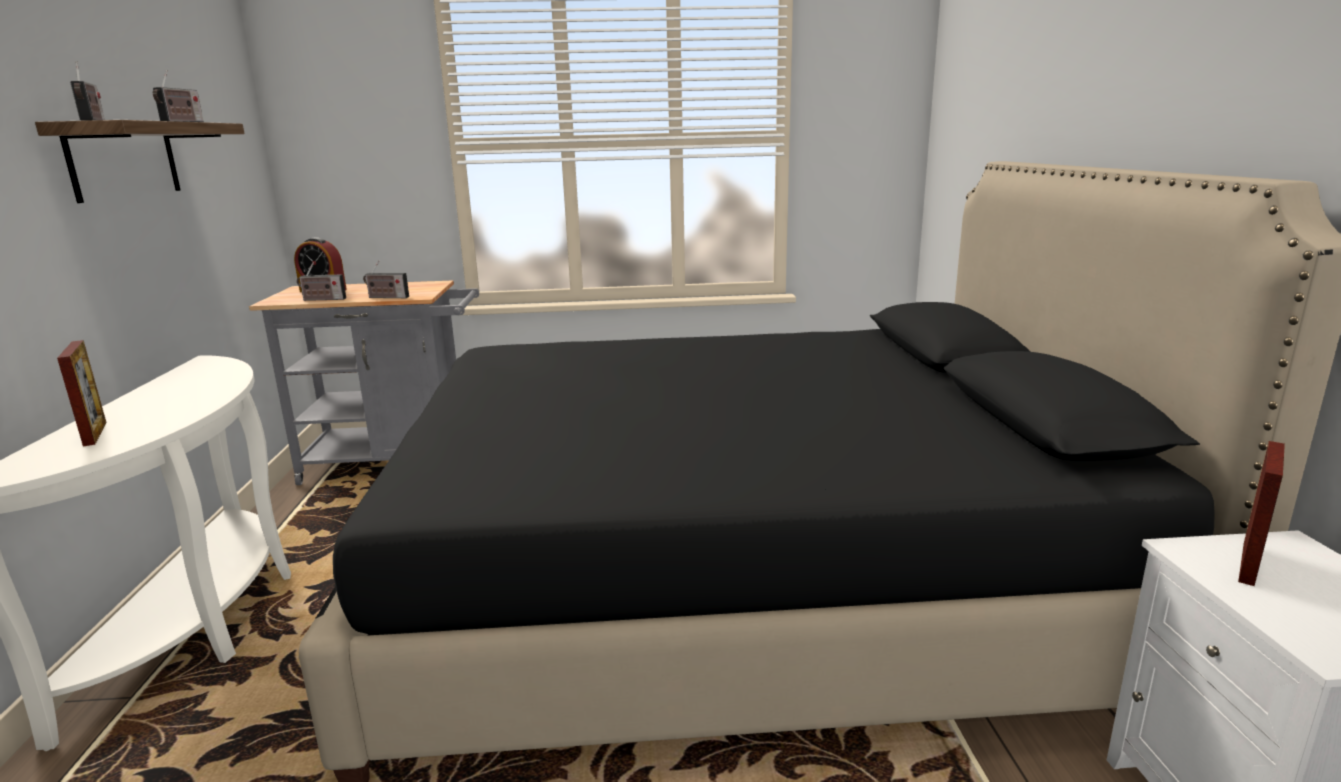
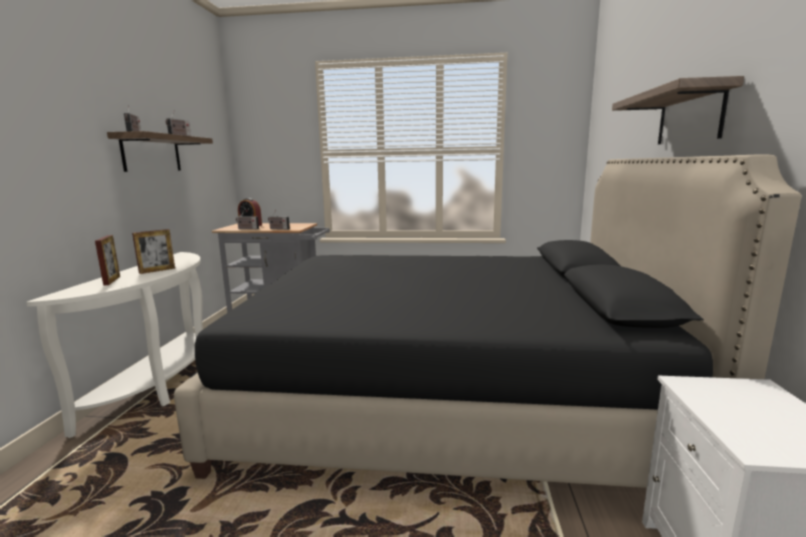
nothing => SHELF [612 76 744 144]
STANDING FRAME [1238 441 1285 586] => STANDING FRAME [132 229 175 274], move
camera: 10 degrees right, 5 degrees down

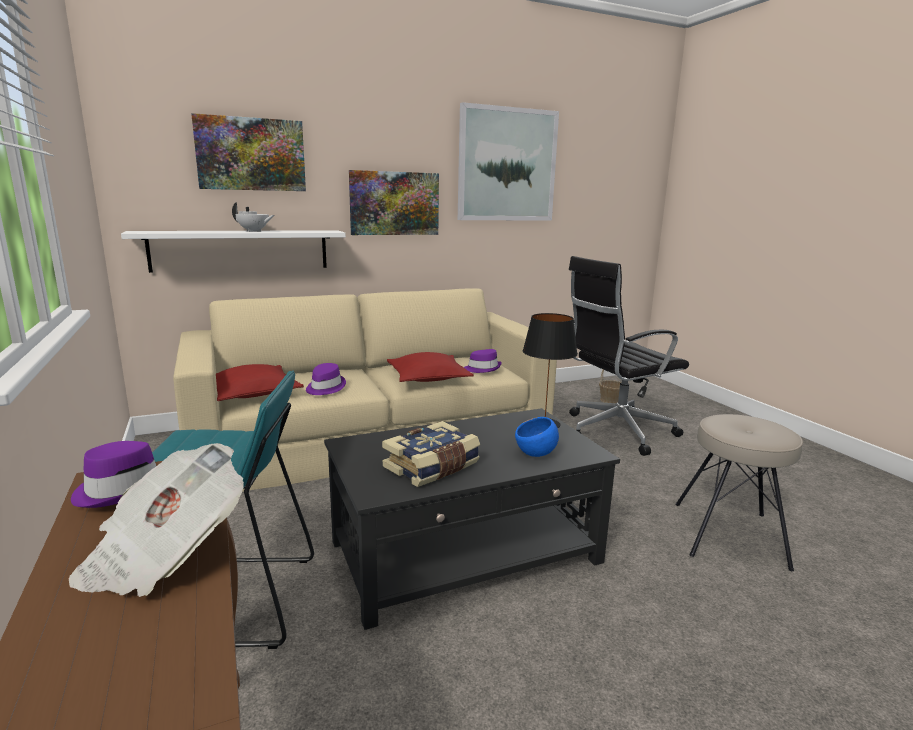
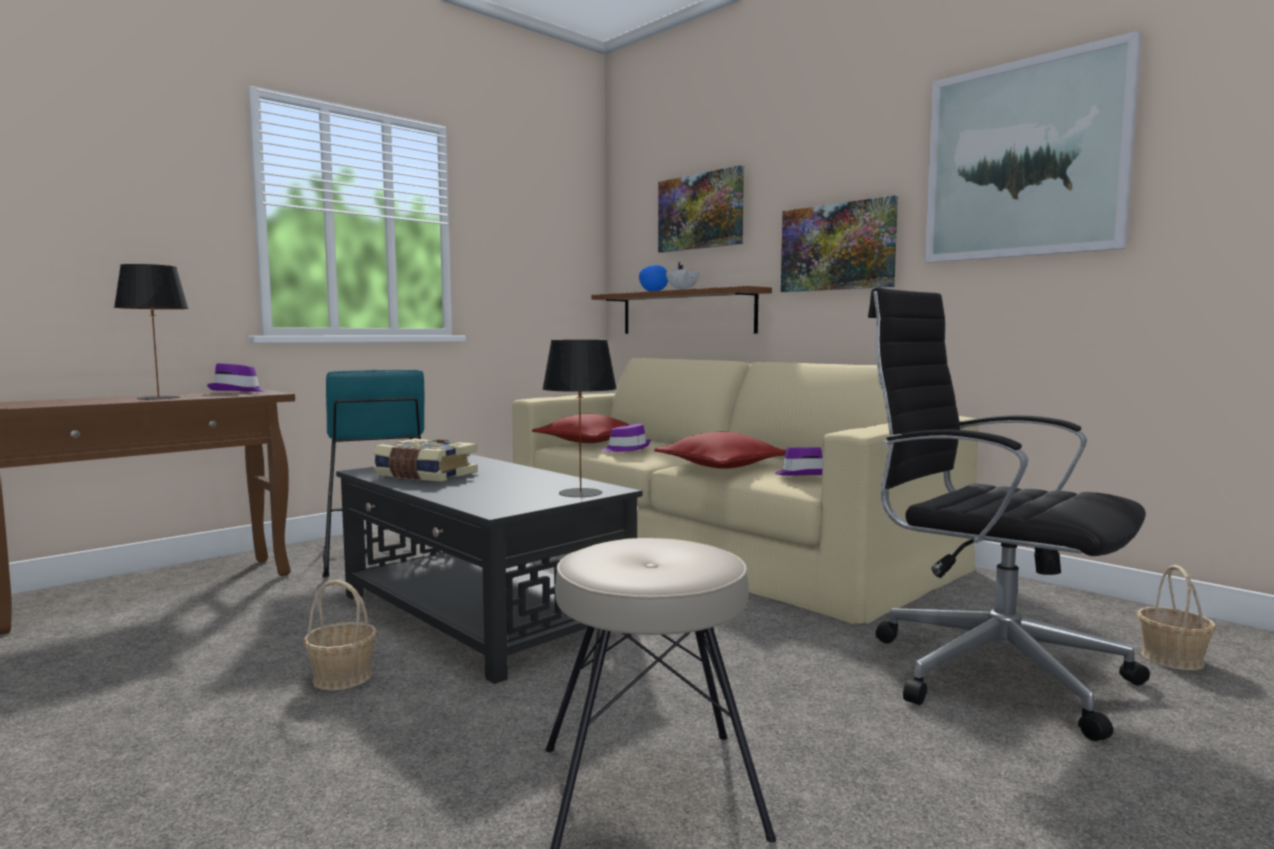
nothing => BASKET [303 580 377 690]
BLUE-COLOURED DEEP DISH [515 417 559 457] => BLUE-COLOURED DEEP DISH [639 265 668 291], move
DAILY PAPER [69 443 244 597] => BLACK LAMP FOR A TABLE [114 264 189 400]
WHITISH SHELF [121 230 346 273] => BROWN SHELF [591 286 772 334]
camera: 70 degrees right, 10 degrees down

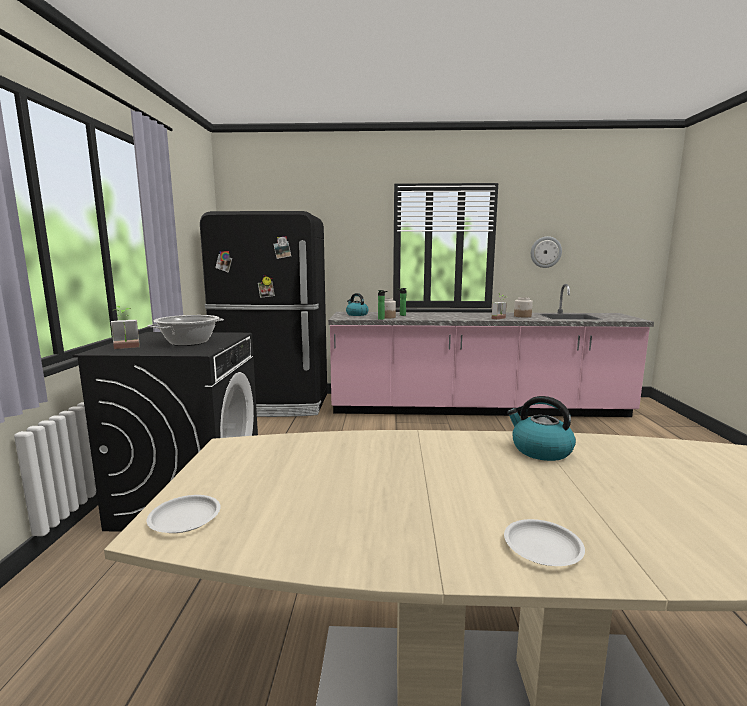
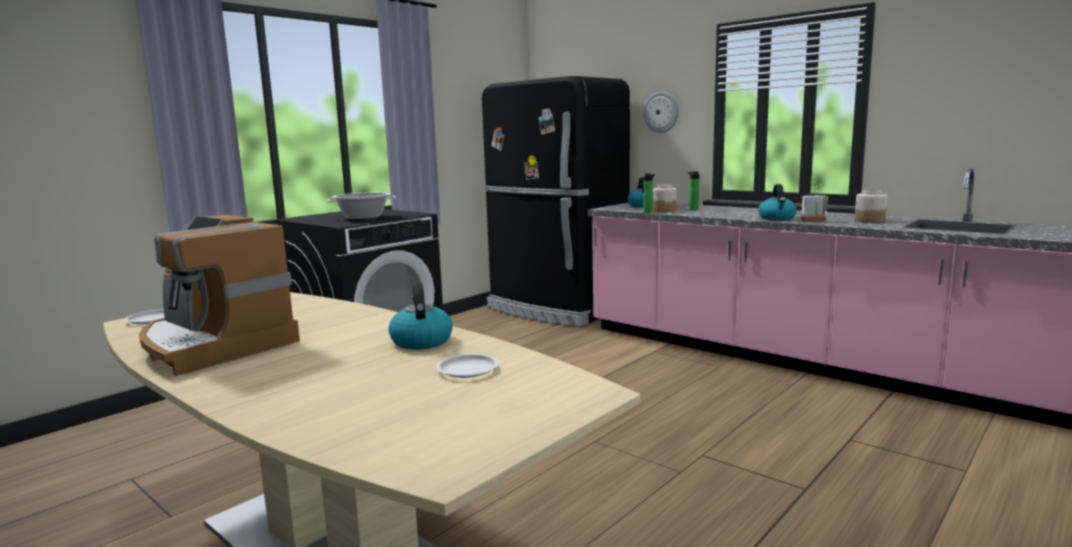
HOUSEPLANT [111 306 140 349] => nothing
nothing => COFFEE MAKER [139 215 300 376]
nothing => TEA KETTLE [758 184 797 220]
WHITISH DINNER PLATE [504 519 585 566] => WHITISH DINNER PLATE [436 354 499 378], move
CLOCK ON THE WALL [531 236 562 268] => CLOCK ON THE WALL [643 91 679 133], move
camera: 40 degrees right, 0 degrees up

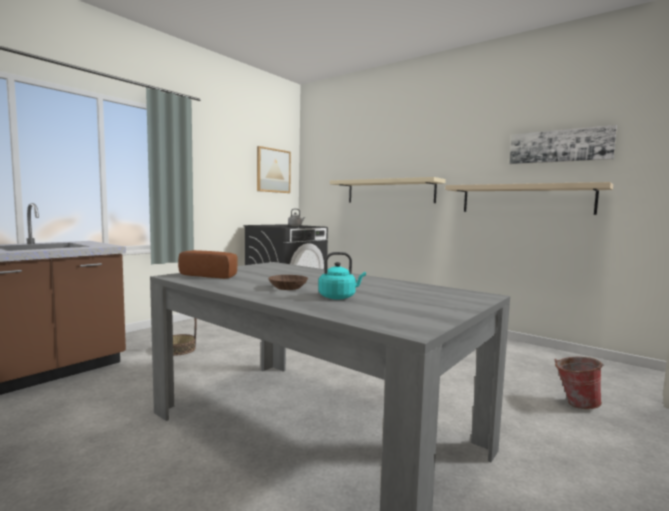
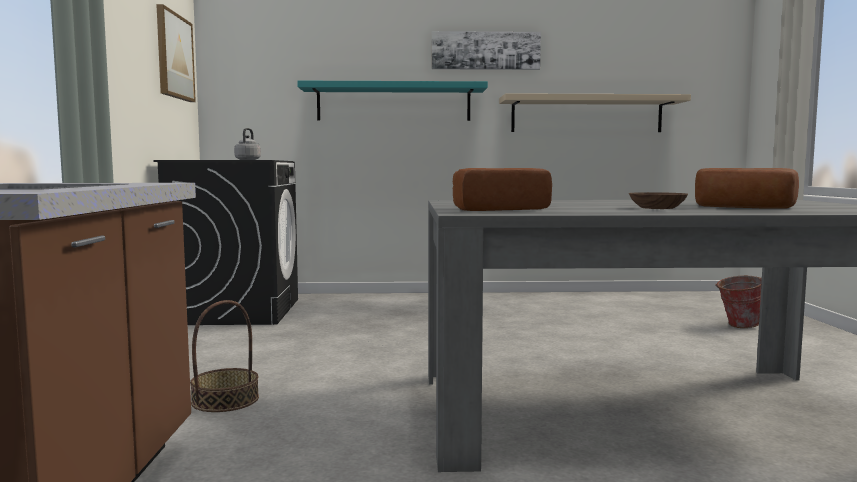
PICTURE [509 125 617 164] => PICTURE [432 31 541 70], move
TURQUOISE-COLOURED TEA KETTLE [318 252 366 300] => BAKERY BREAD [695 168 799 208]
BEIGE SHELF [330 177 446 203] => TURQUOISE-COLOURED SHELF [297 81 488 121]
camera: 40 degrees left, 0 degrees up

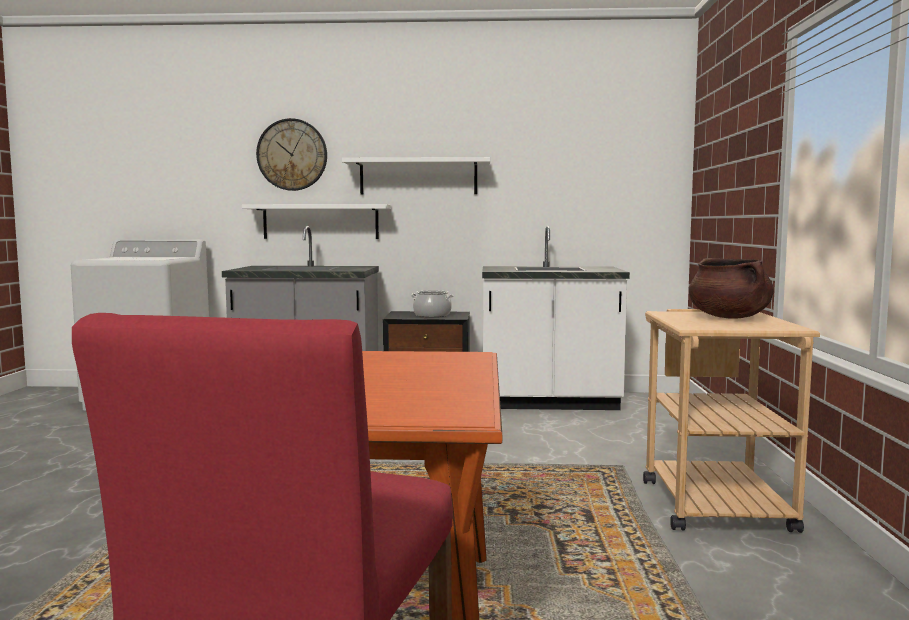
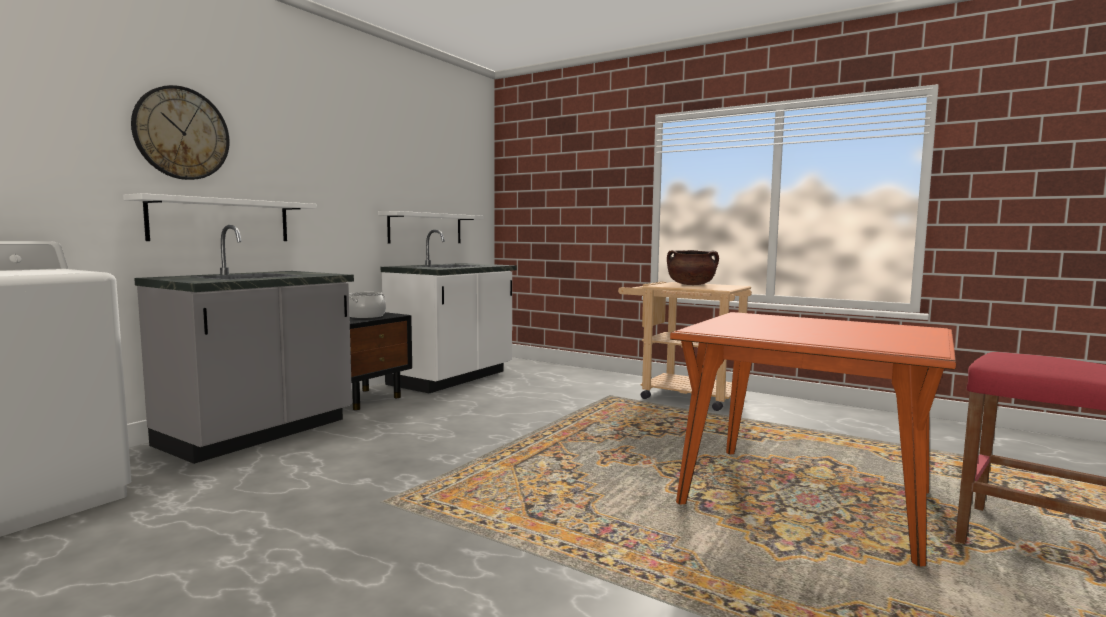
WHITISH SHELF [342 157 490 195] => WHITISH SHELF [378 211 484 243], move
camera: 60 degrees left, 0 degrees up

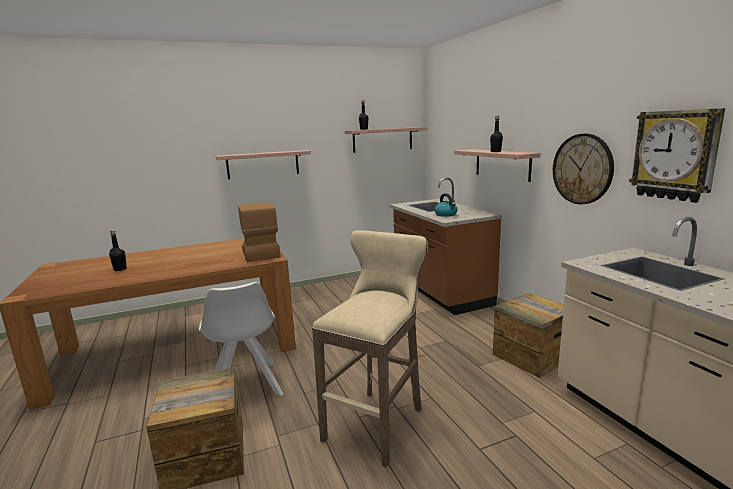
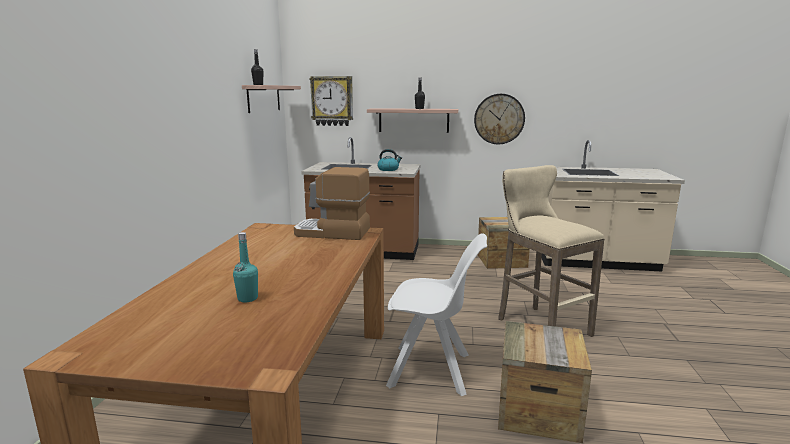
SHELF [216 150 311 179] => nothing
CLOCK ON THE WALL [629 108 725 203] => CLOCK ON THE WALL [309 76 353 126], move
BLACK BOTTLE [109 230 127 271] => TURQUOISE-COLOURED BOTTLE [233 232 258 302]
camera: 60 degrees left, 0 degrees up

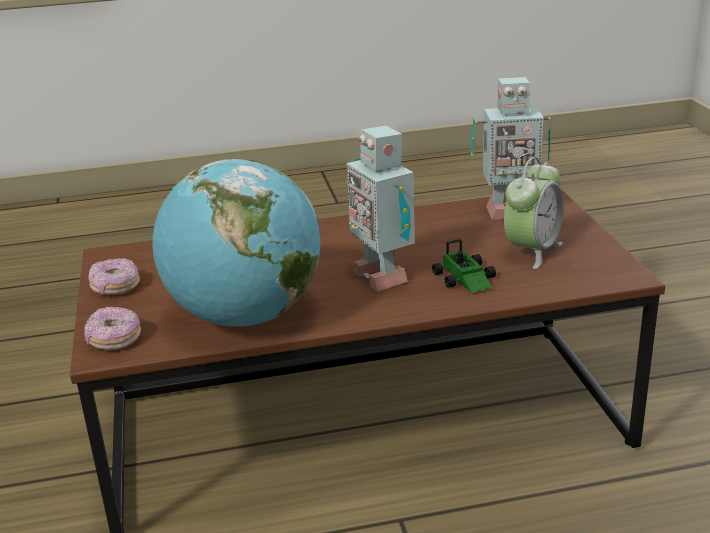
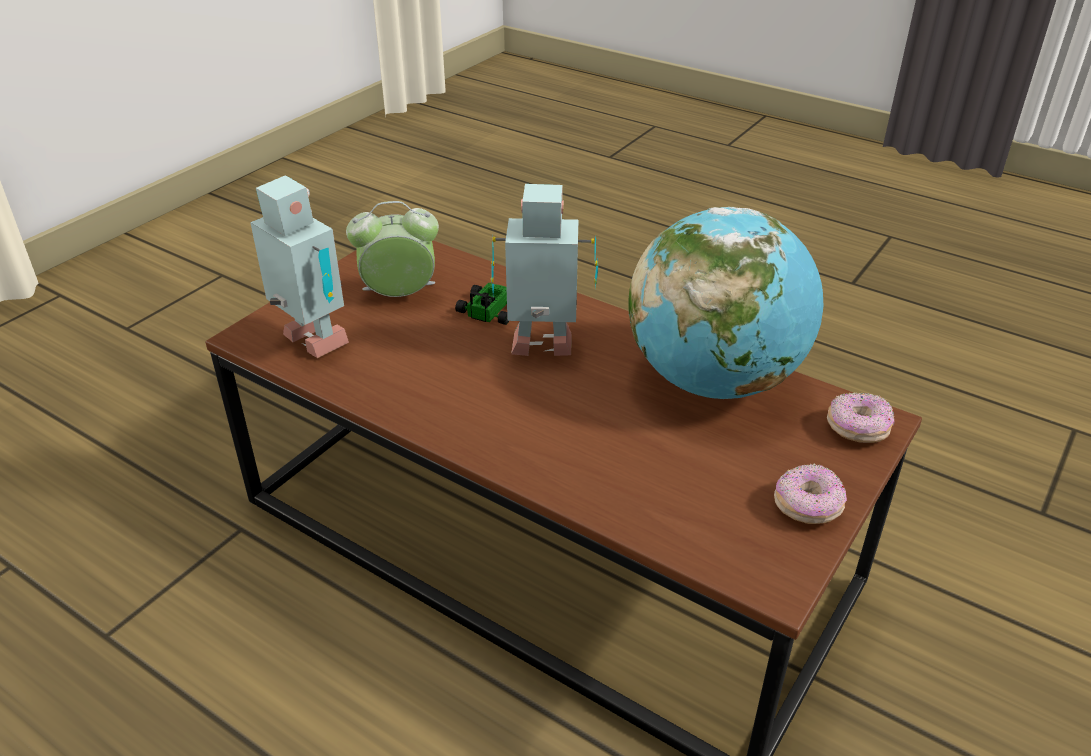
ROBOT FIGURE [347 126 415 291] => ROBOT FIGURE [491 184 598 356], 105 degrees counterclockwise
camera: 135 degrees left, 10 degrees up

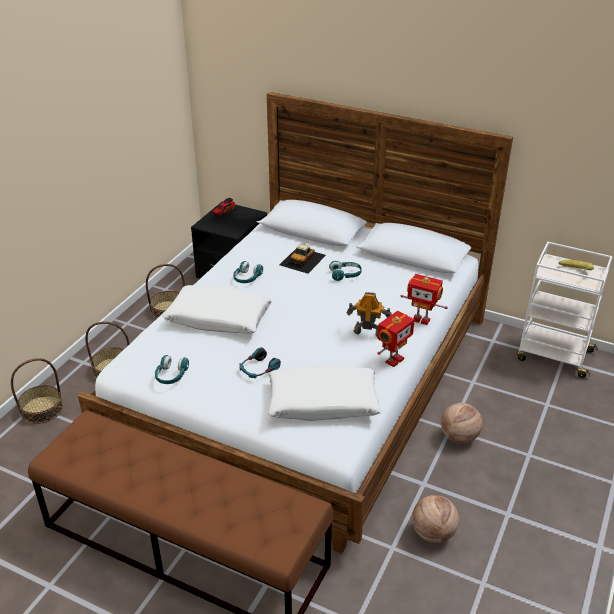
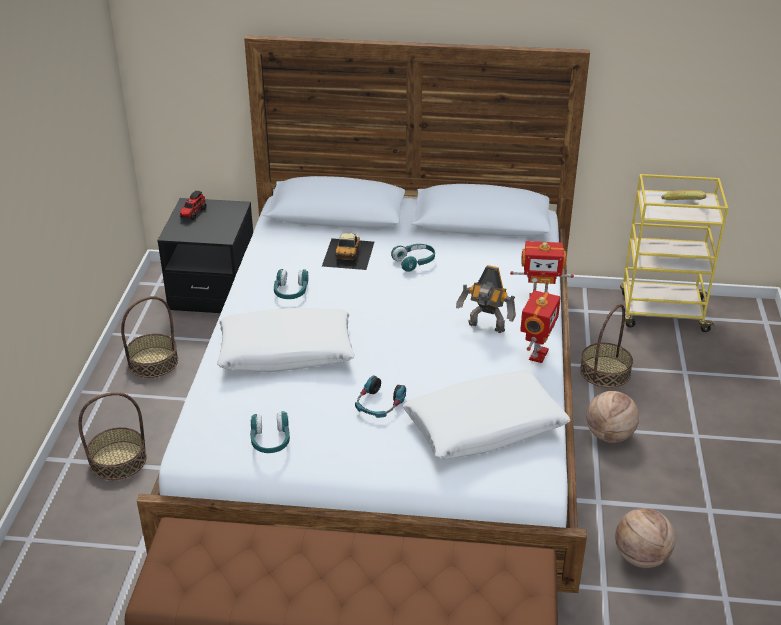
BASKET [11 358 63 424] => BASKET [580 304 633 388], move
WHITISH CART [517 241 612 378] => YELLOWISH CART [620 174 728 332]
ROBOT FIGURE [347 292 392 337] => ROBOT FIGURE [456 265 516 333], 150 degrees counterclockwise
camera: 20 degrees left, 0 degrees up

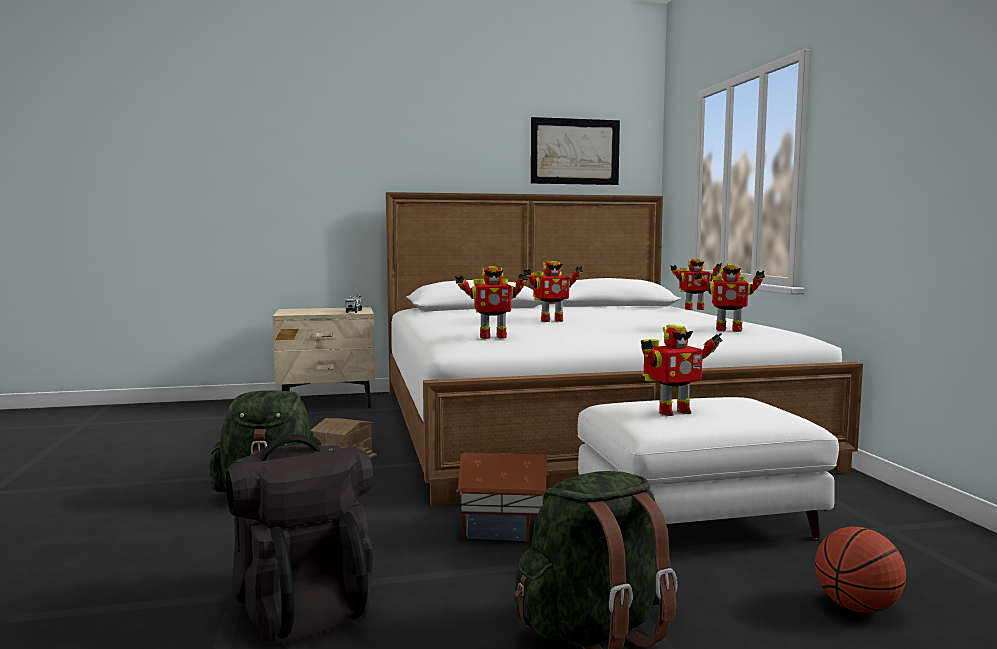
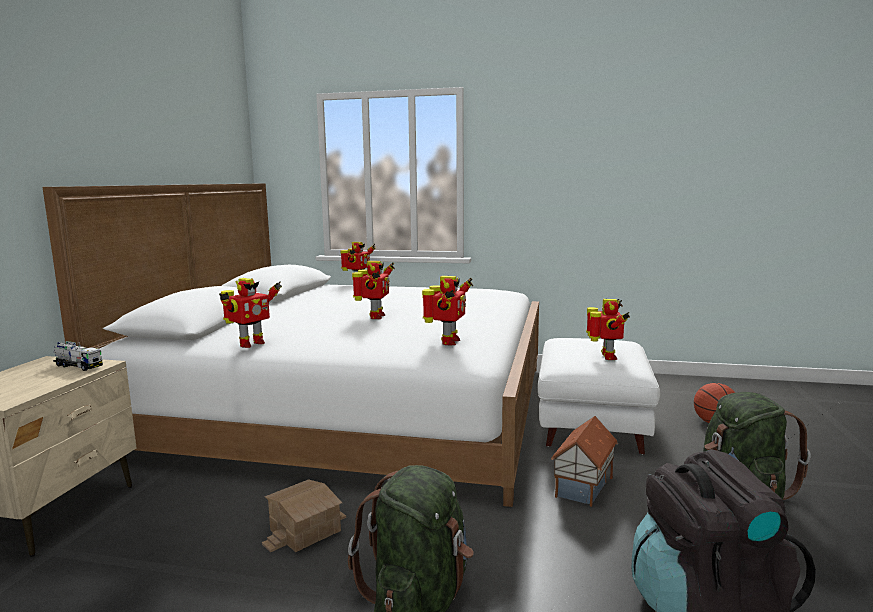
PICTURE [531 117 620 185] => nothing
ROBOT FIGURE [694 264 765 332] => ROBOT FIGURE [219 278 282 348], move
camera: 65 degrees left, 5 degrees up

